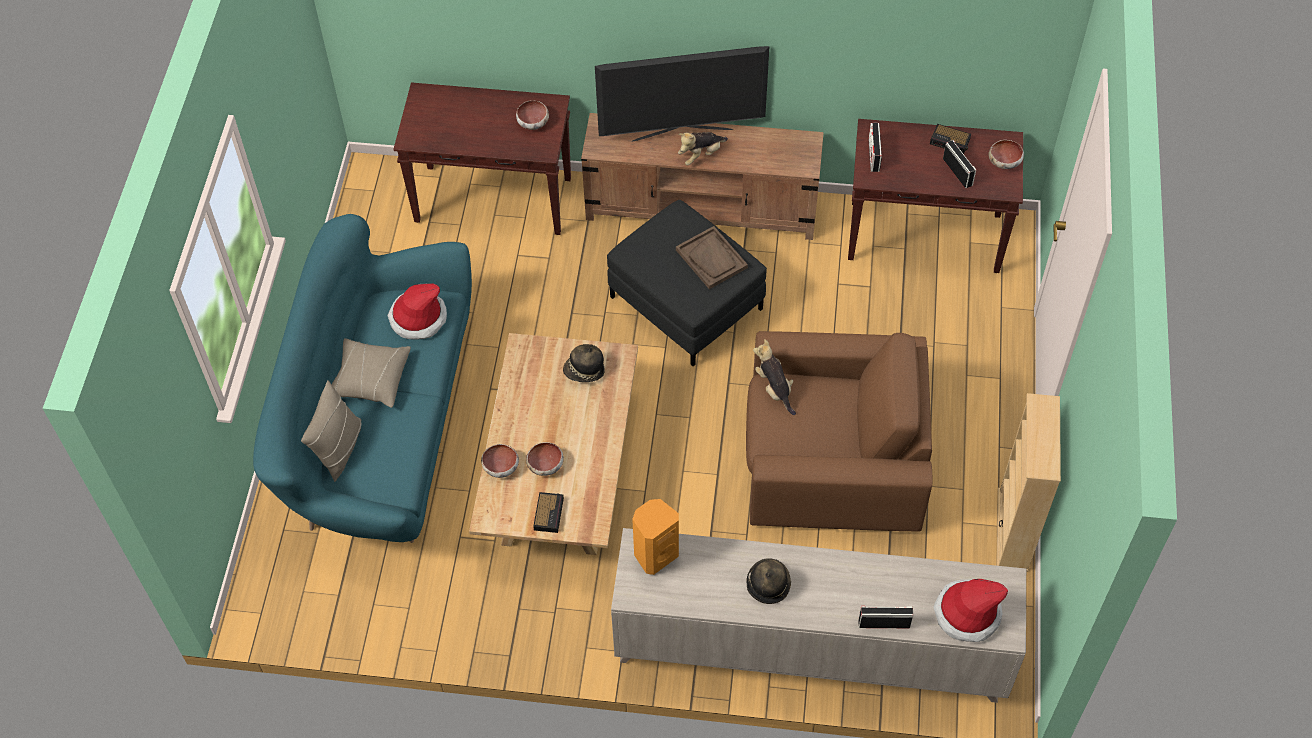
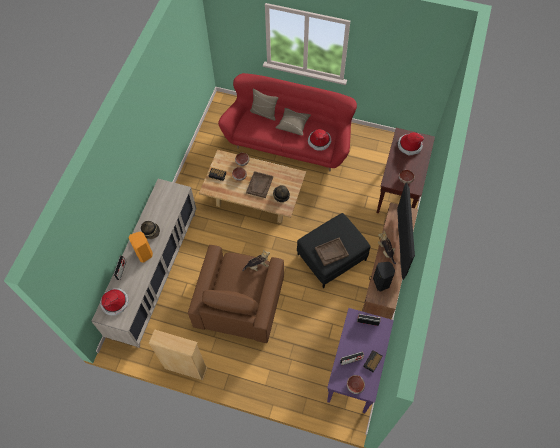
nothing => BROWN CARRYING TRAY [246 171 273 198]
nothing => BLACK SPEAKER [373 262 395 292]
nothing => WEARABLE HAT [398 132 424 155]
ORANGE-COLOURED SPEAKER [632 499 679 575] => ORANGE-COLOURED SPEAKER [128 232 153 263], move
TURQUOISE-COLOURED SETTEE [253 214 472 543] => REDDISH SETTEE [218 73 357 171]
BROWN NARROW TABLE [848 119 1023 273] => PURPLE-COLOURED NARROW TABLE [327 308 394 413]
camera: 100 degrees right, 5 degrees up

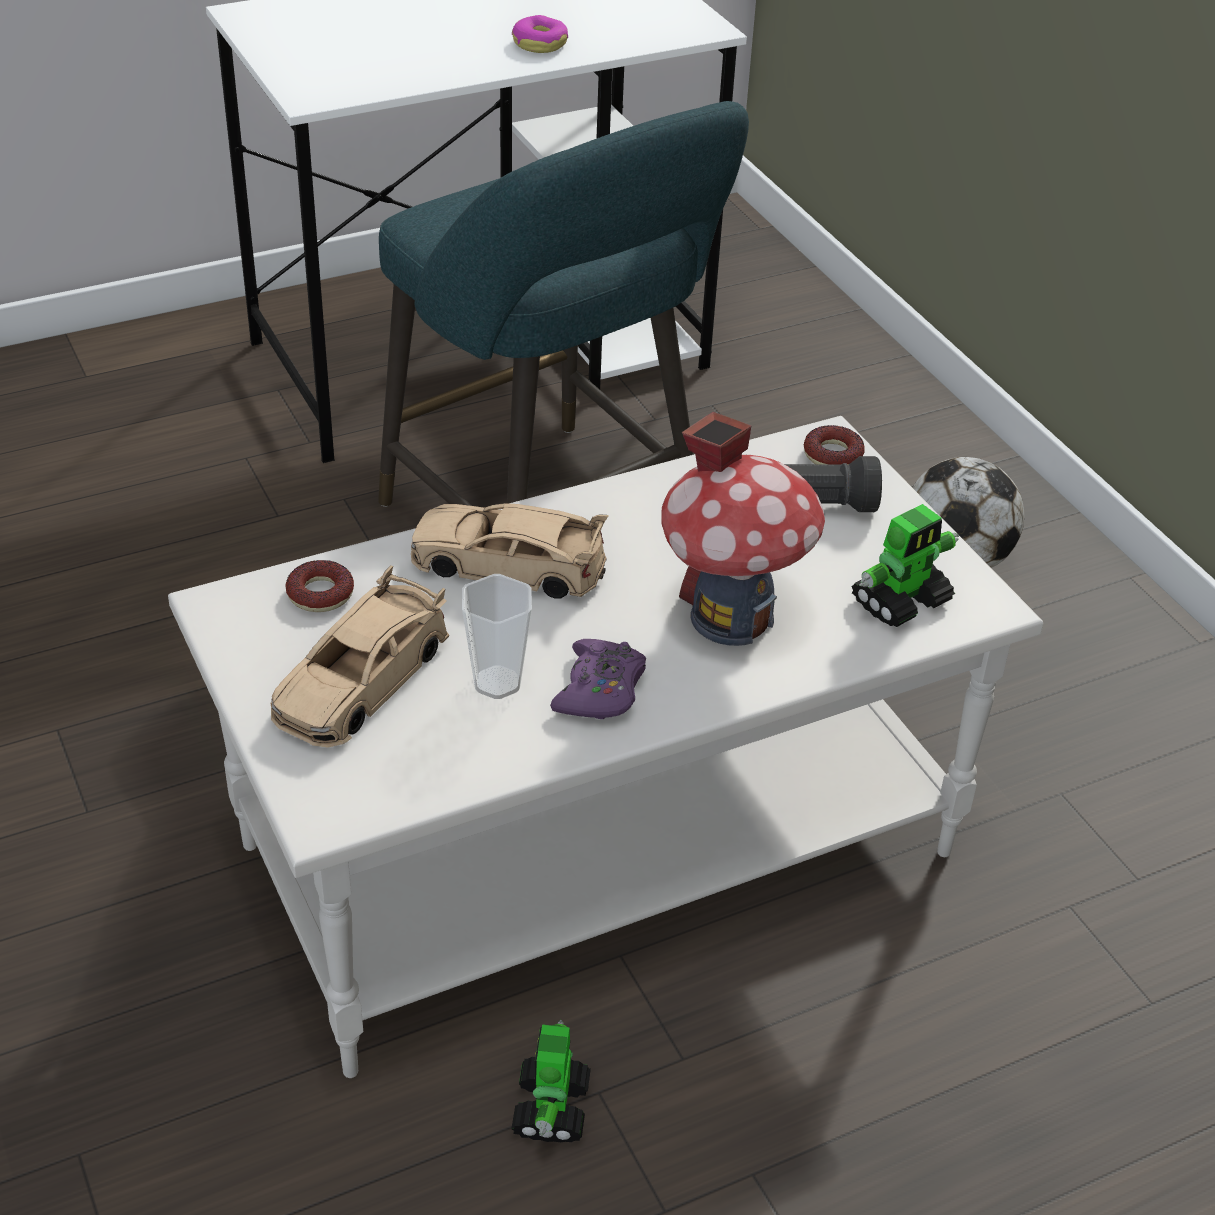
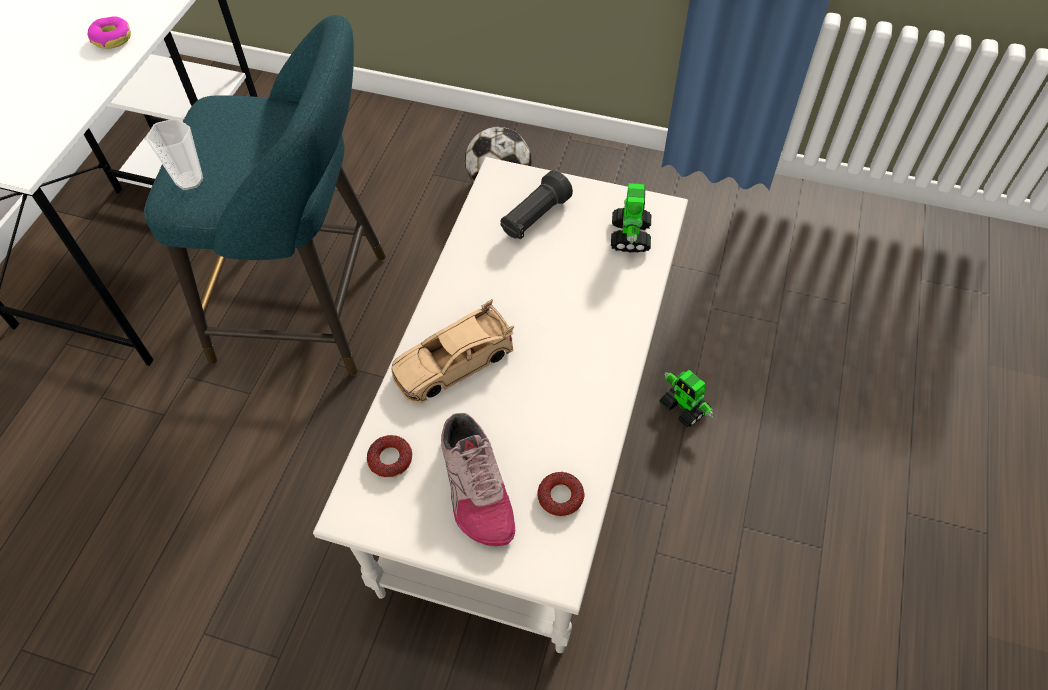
PURPLE-COLOURED GAMEPAD [550 639 646 719] => nothing
MODEL HOUSE [661 412 825 646] => nothing
DRINKING CUP [462 574 532 699] => DRINKING CUP [146 118 203 190], move
ROBOT FIGURE [511 1020 591 1142] => ROBOT FIGURE [659 370 714 428], move
DOUGHNUT [804 425 865 465] => DOUGHNUT [537 472 585 517], move
BEIGE MINIATURE CAR [270 565 449 748] => LOW SHOE [441 413 515 546]
camera: 45 degrees left, 15 degrees up

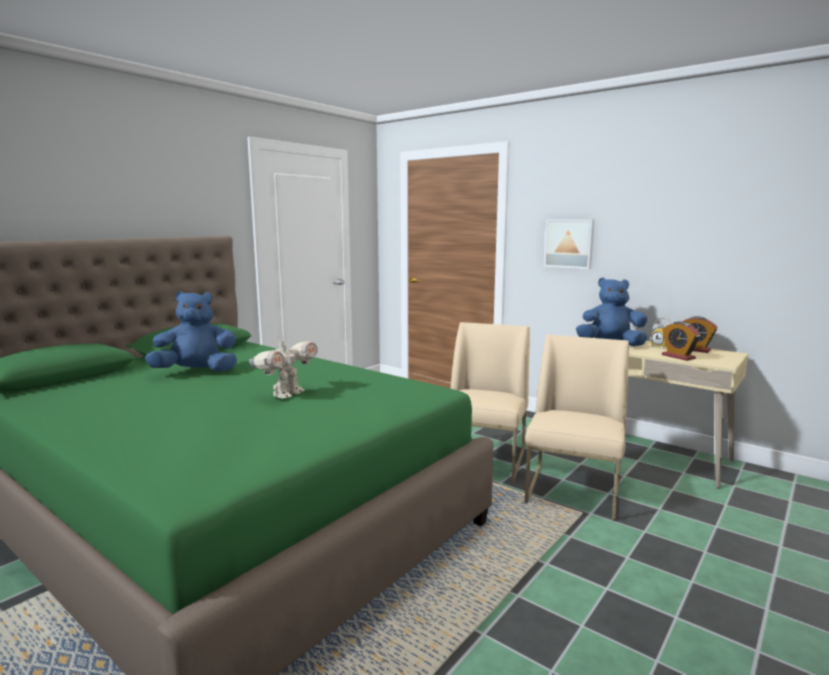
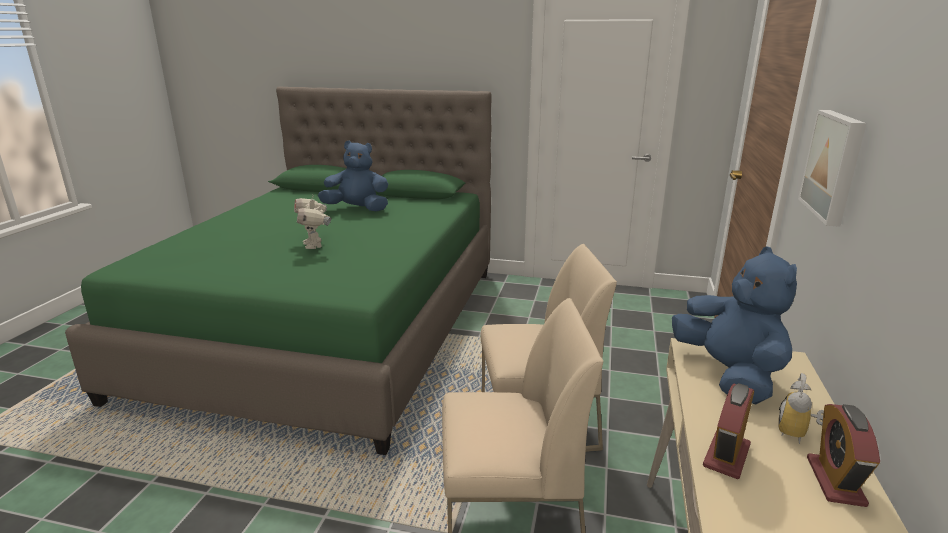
BLUE-COLOURED PLUSH TOY [145 291 237 372] => BLUE-COLOURED PLUSH TOY [318 141 388 211], 45 degrees counterclockwise
ROBOT FIGURE [249 335 318 399] => ROBOT FIGURE [294 195 331 249], 60 degrees clockwise
camera: 65 degrees right, 10 degrees up

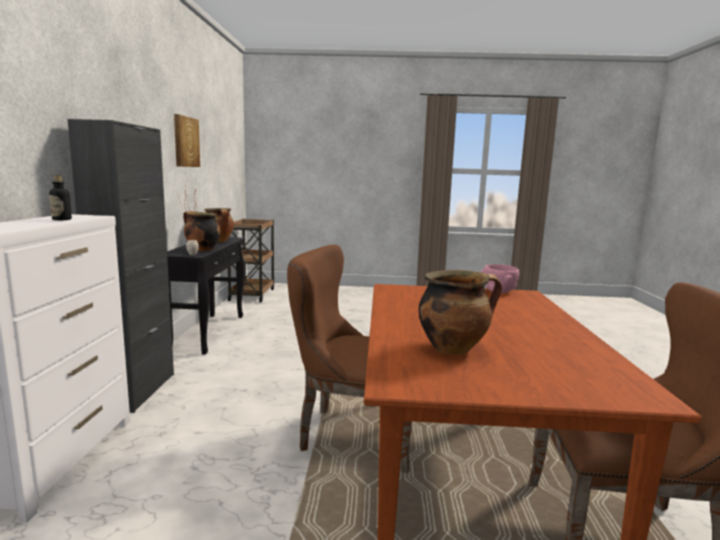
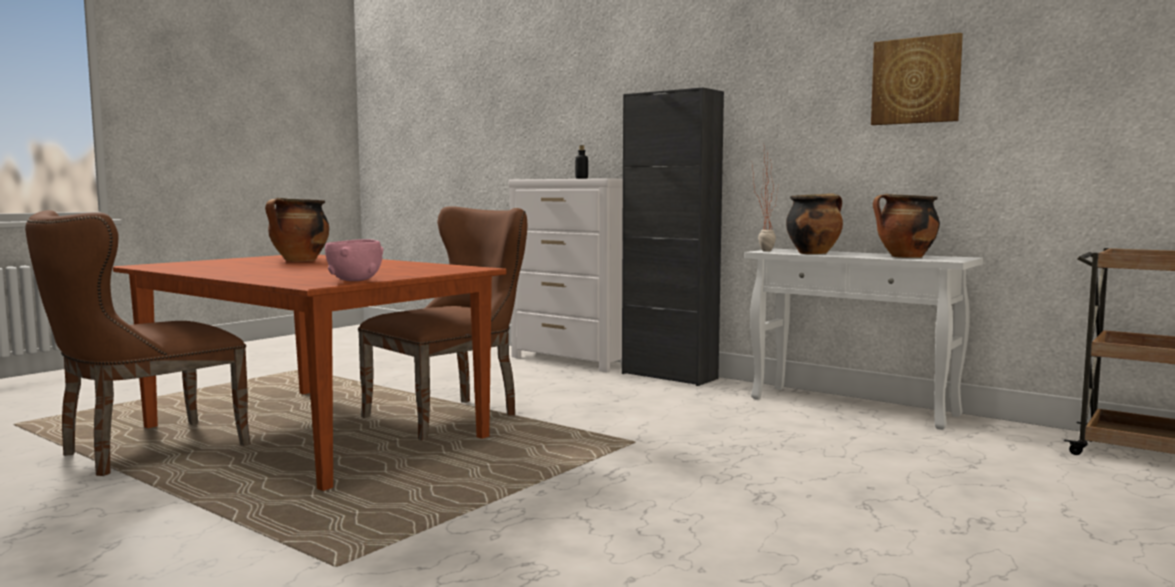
BLACK NARROW TABLE [167 237 245 355] => WHITISH NARROW TABLE [744 249 983 430]
camera: 125 degrees right, 5 degrees down

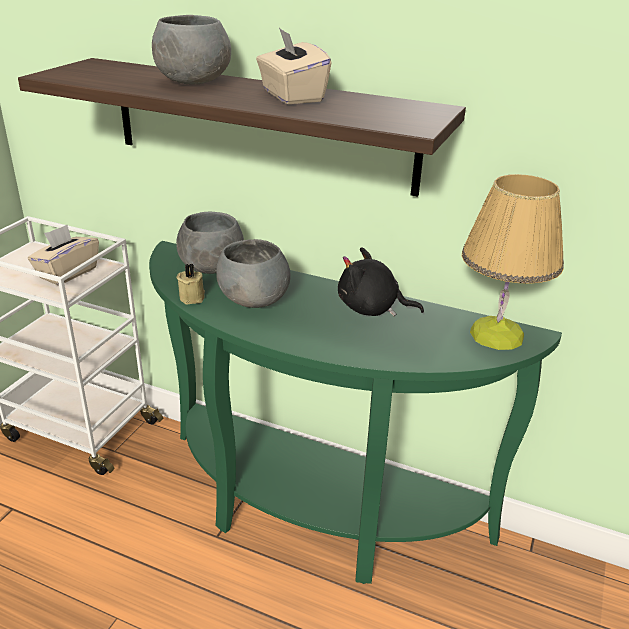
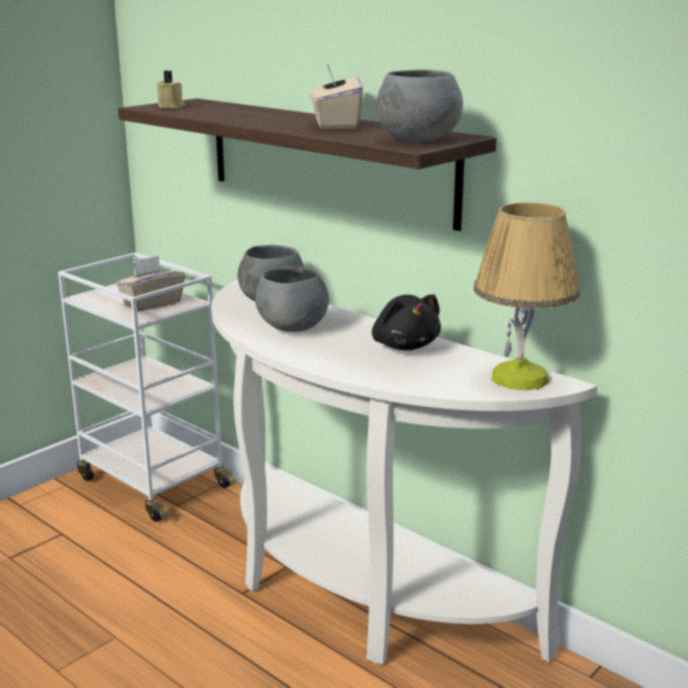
GREYISH DEEP DISH [152 15 231 85] => GREYISH DEEP DISH [376 69 463 142], move
BEIGE CANDLE [176 264 205 304] => BEIGE CANDLE [156 70 185 109], move
GREEN NARROW TABLE [149 241 562 584] => WHITISH NARROW TABLE [211 280 597 664]
BLACK PLUSH TOY [338 247 424 317] => BLACK PLUSH TOY [372 294 441 350], 150 degrees counterclockwise
camera: 20 degrees right, 10 degrees down

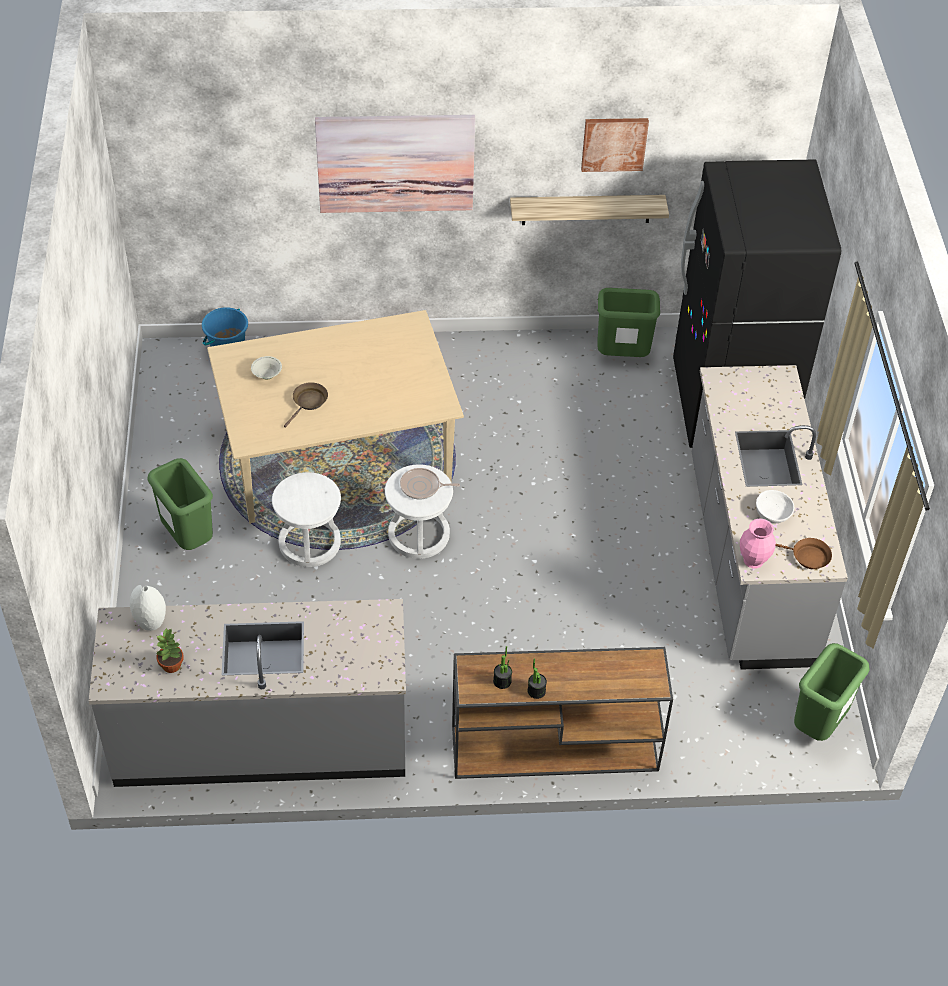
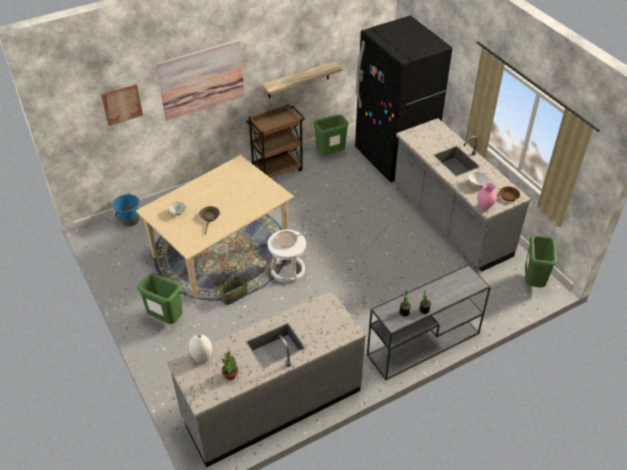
nothing => BROWN CART [246 105 305 178]
PICTURE [581 118 649 172] => PICTURE [101 84 143 126], move
WHITISH STOOL SEAT [272 472 341 567] => BASKET [219 266 247 305]
BROWN NARROW TABLE [452 647 673 779] => GREYISH NARROW TABLE [367 264 491 380]
camera: 25 degrees left, 5 degrees down

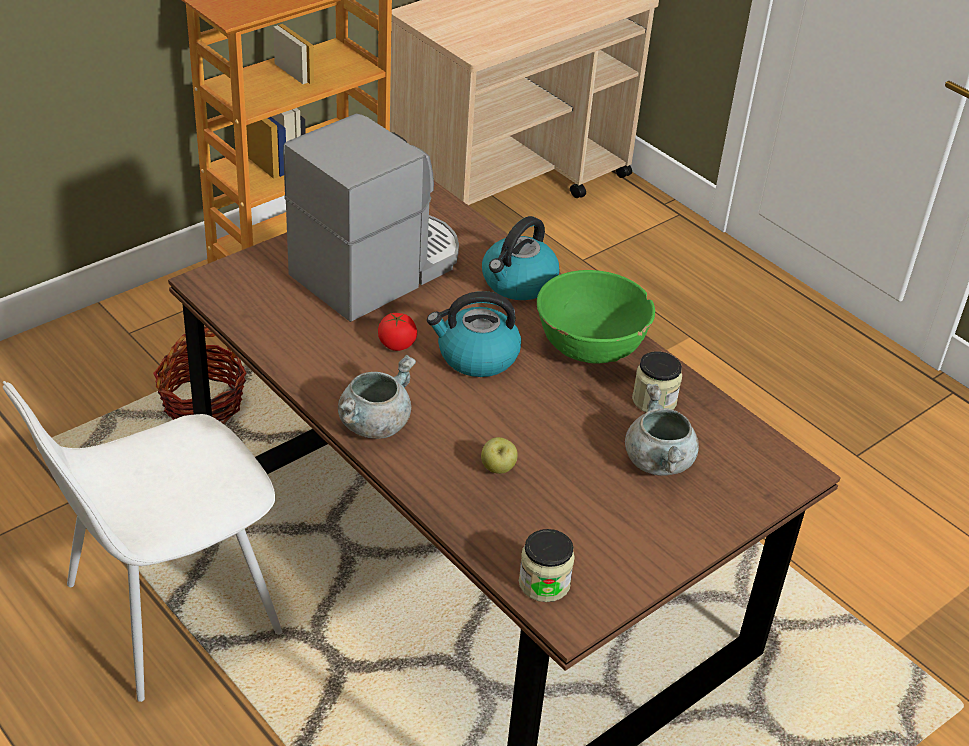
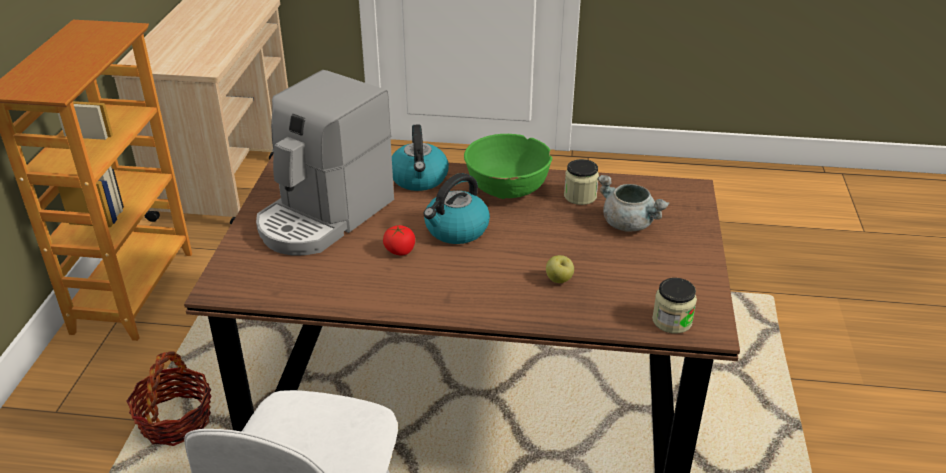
GREYISH STOCKPOT [338 355 416 439] => nothing
COFFEE MAKER [283 114 459 322] => COFFEE MAKER [256 70 394 256], 150 degrees counterclockwise
camera: 40 degrees left, 5 degrees down

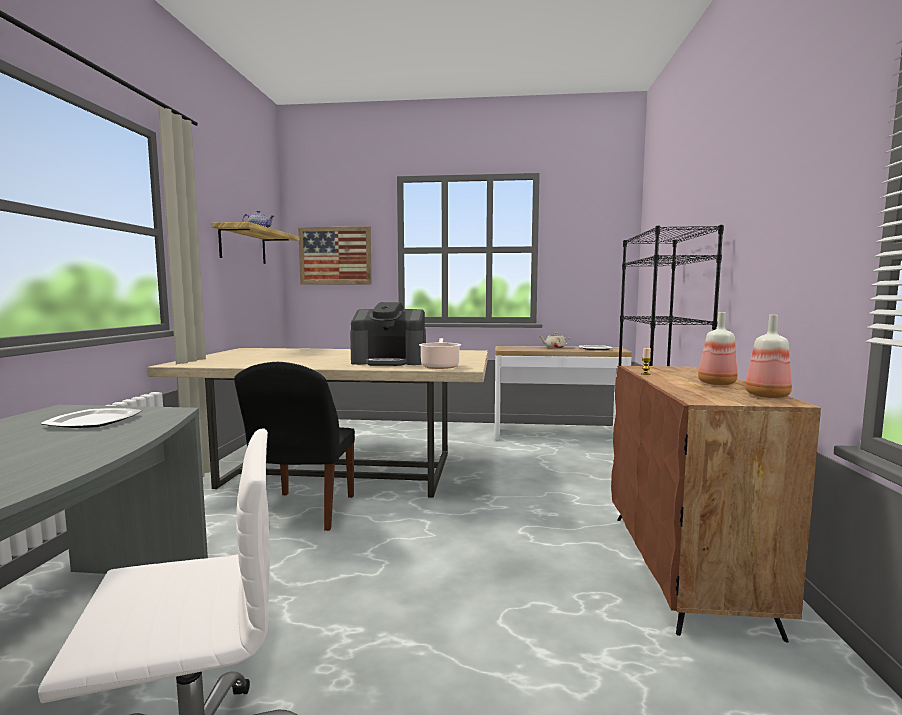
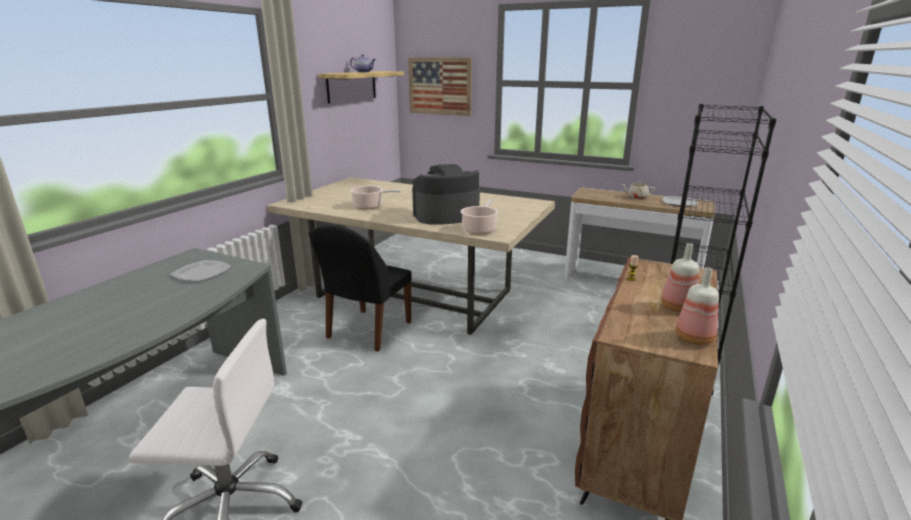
nothing => STOCKPOT [350 186 401 210]
COFFEE MAKER [350 302 426 366] => COFFEE MAKER [412 164 480 225], 135 degrees clockwise
camera: 20 degrees right, 15 degrees up

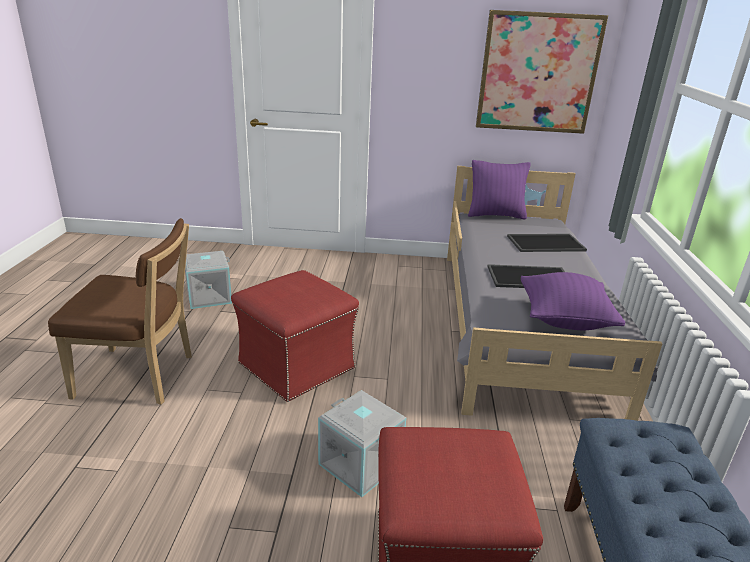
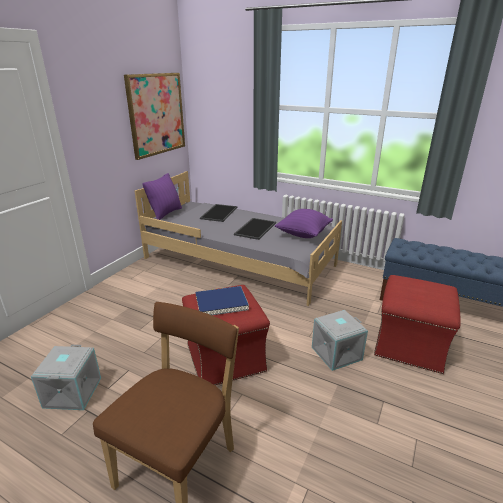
nothing => BLUE-COLOURED BOOK [195 286 249 315]
camera: 65 degrees left, 0 degrees up

